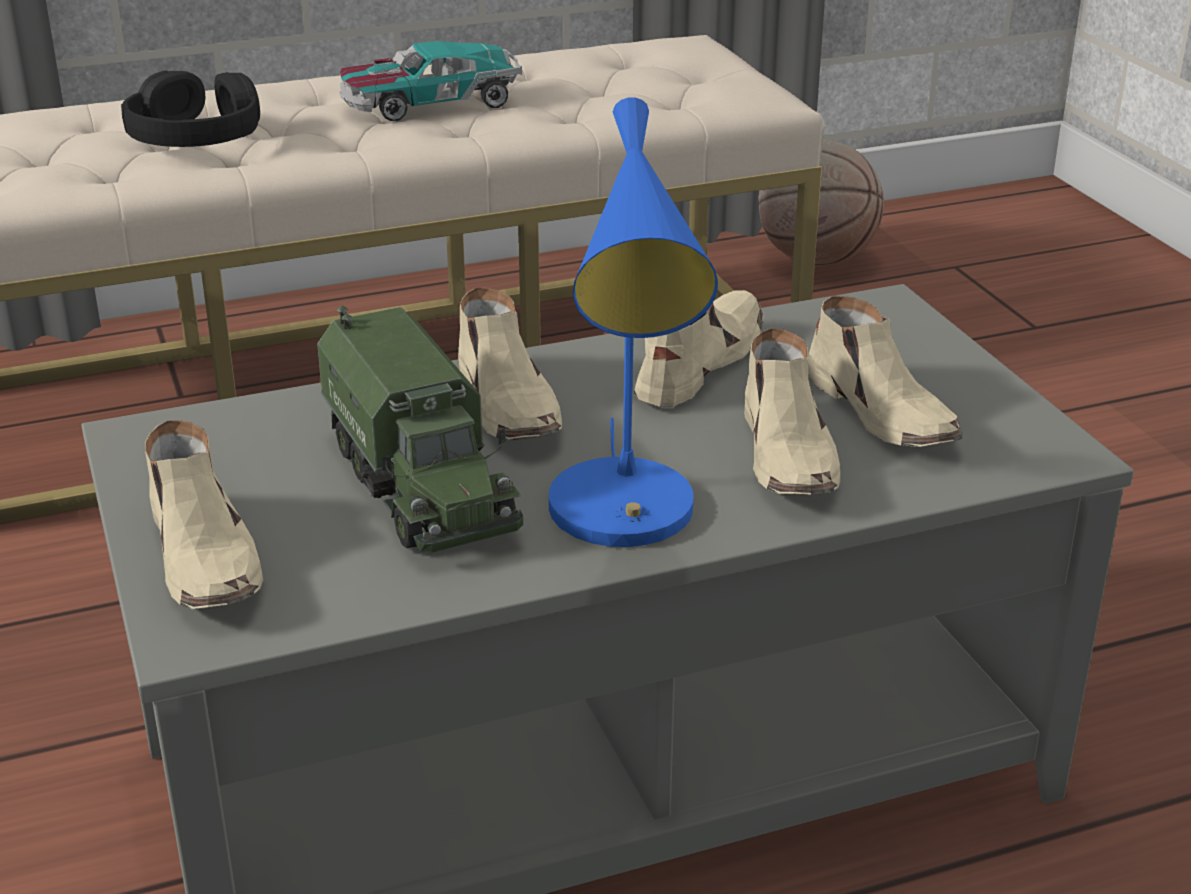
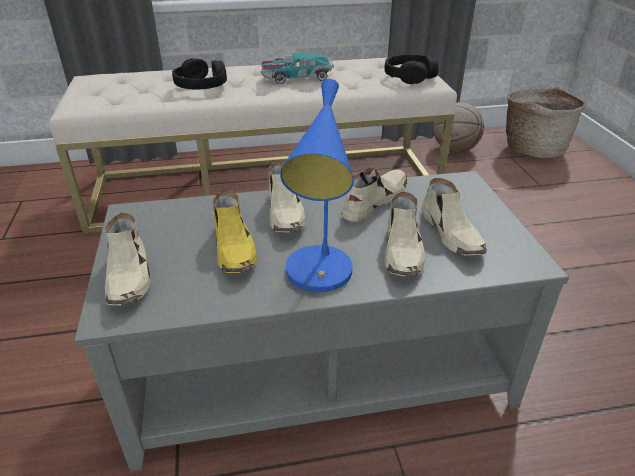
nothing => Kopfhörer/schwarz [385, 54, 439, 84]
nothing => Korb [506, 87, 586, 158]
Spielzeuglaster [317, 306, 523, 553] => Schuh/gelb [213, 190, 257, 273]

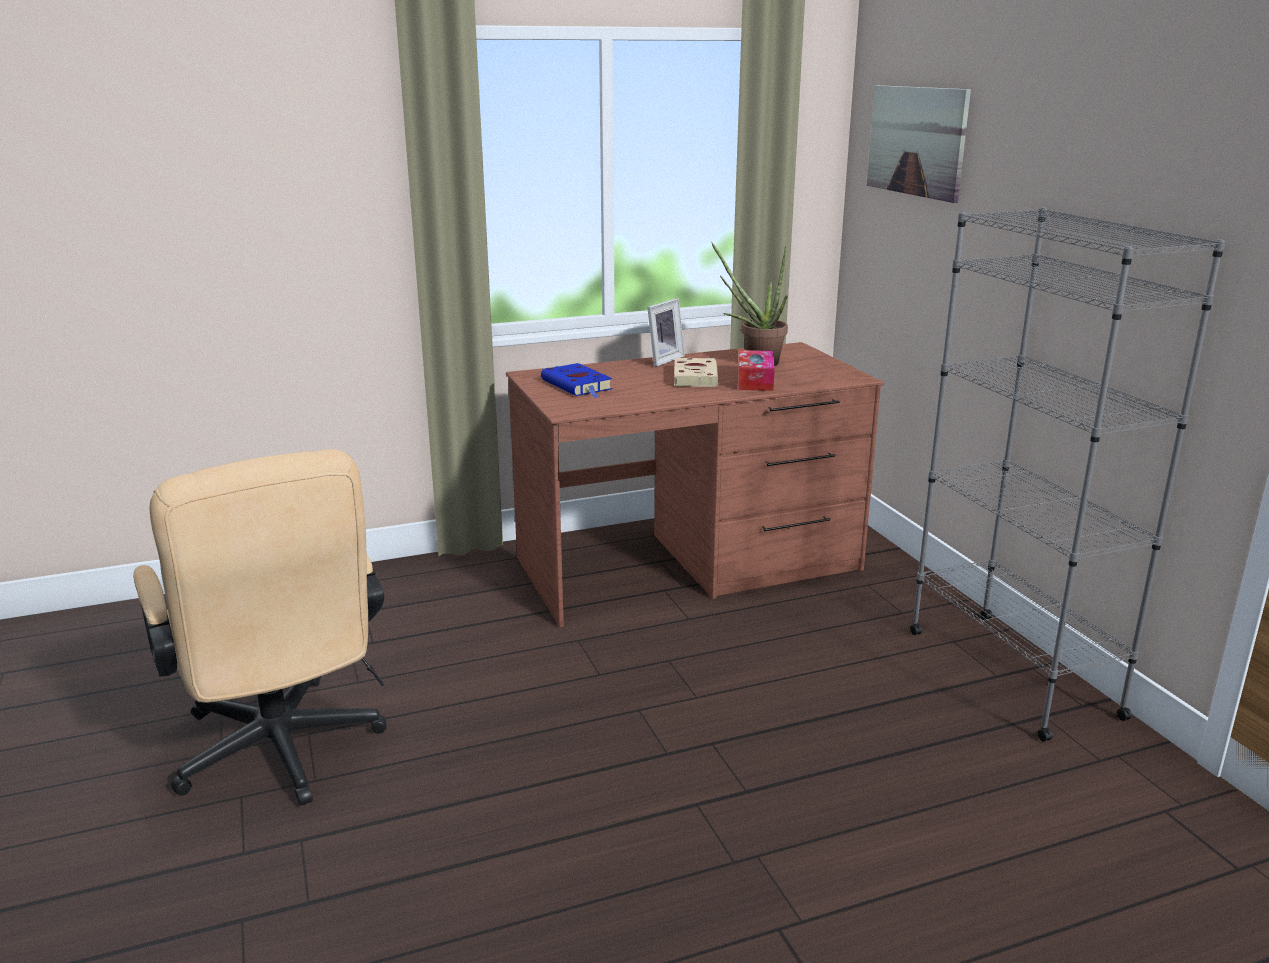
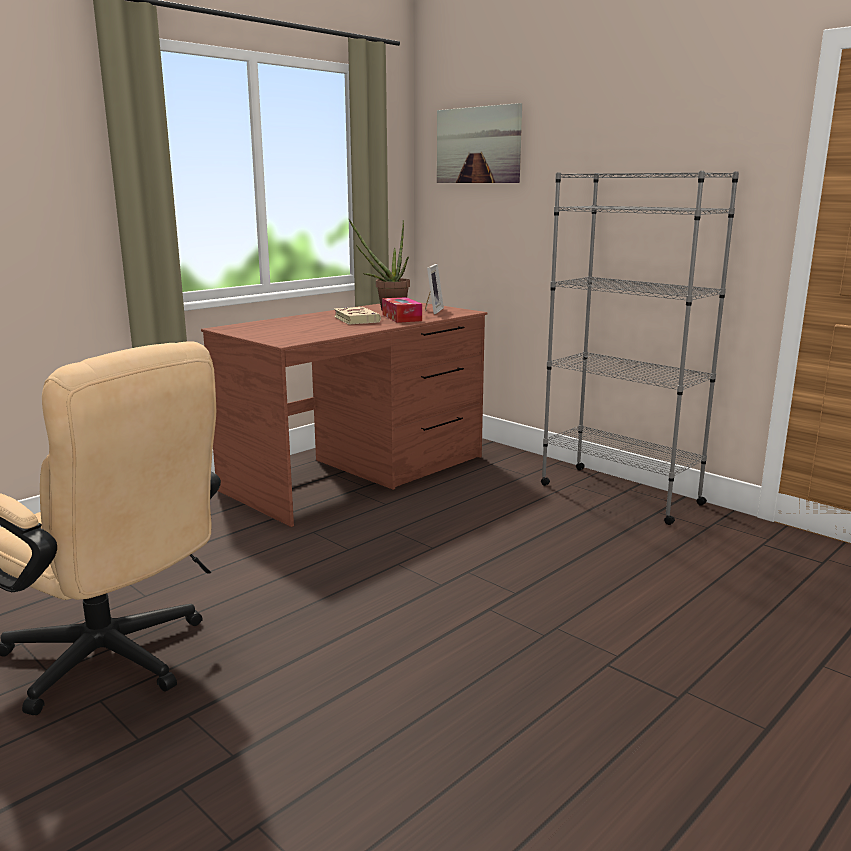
Buch/blau [541, 363, 612, 398] => nothing
Bilderrahmen [647, 298, 685, 367] => Bilderrahmen [425, 264, 444, 314], relocated

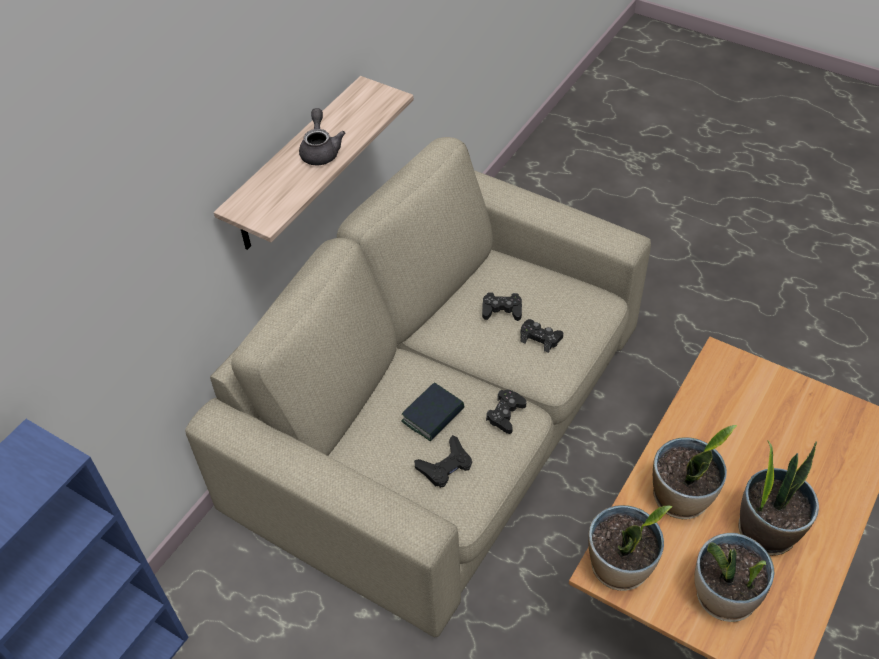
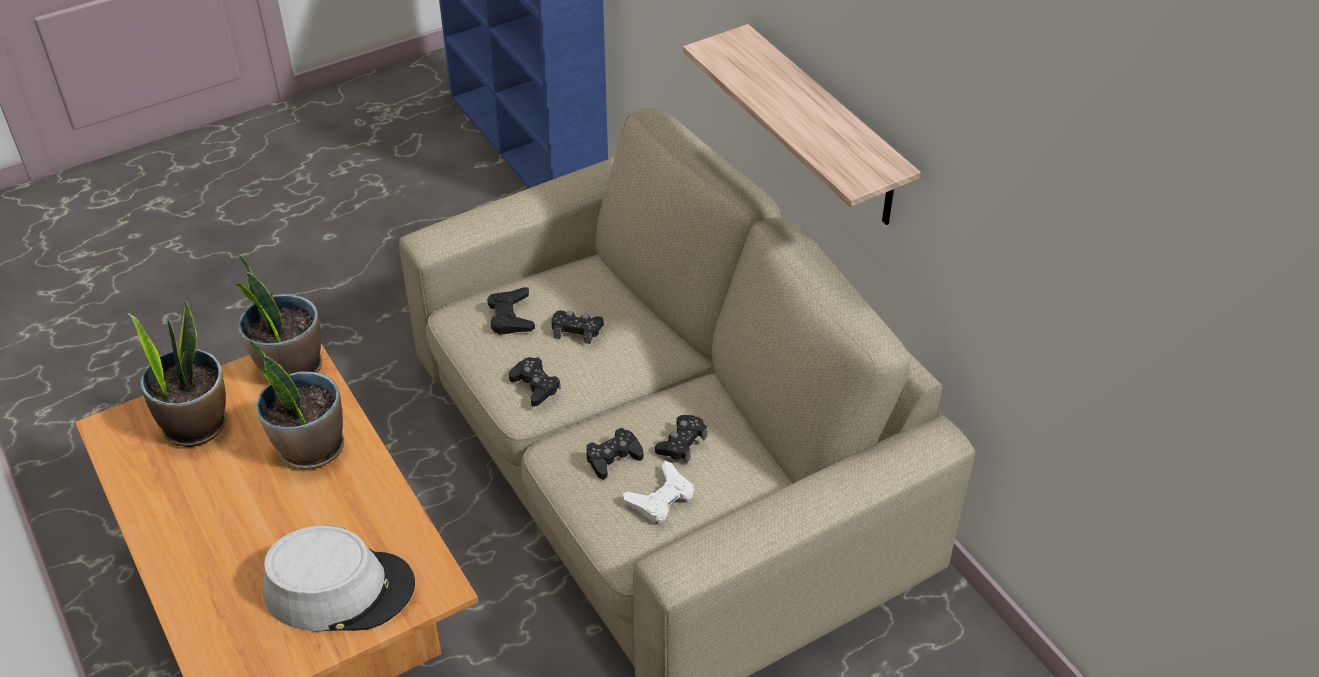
Teekanne/grau [299, 108, 345, 165] => nothing
Topfpflanze [738, 440, 819, 556] => nothing
nothing => Hut/grau [263, 525, 415, 632]
nothing => Gamepad/weiß [623, 461, 694, 523]
Buch [401, 382, 464, 442] => Gamepad/schwarz [552, 310, 604, 344]

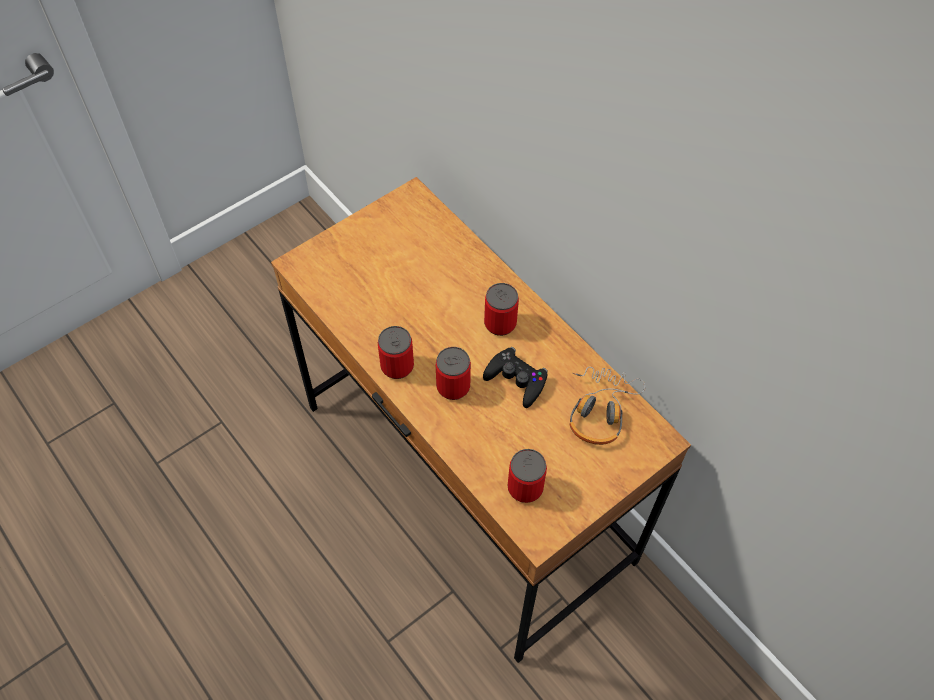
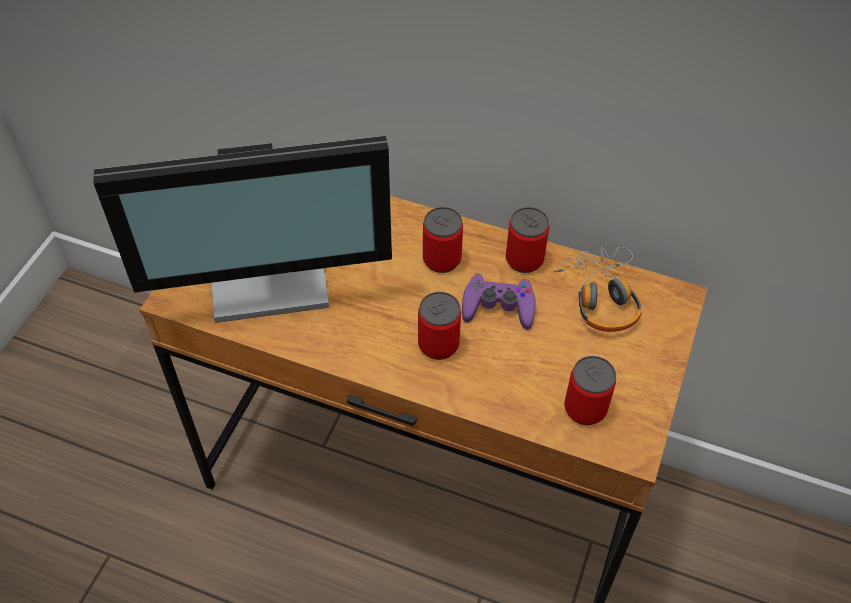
nothing => Monitor [93, 136, 392, 323]
Dose [378, 326, 414, 379] => Dose [506, 207, 549, 273], relocated
Gamepad/schwarz [483, 347, 548, 408] => Gamepad/lila [462, 273, 536, 330]

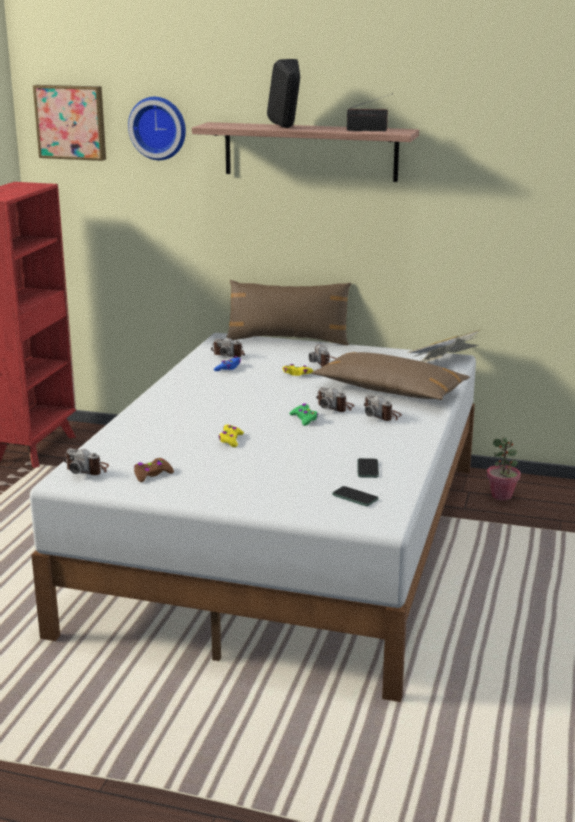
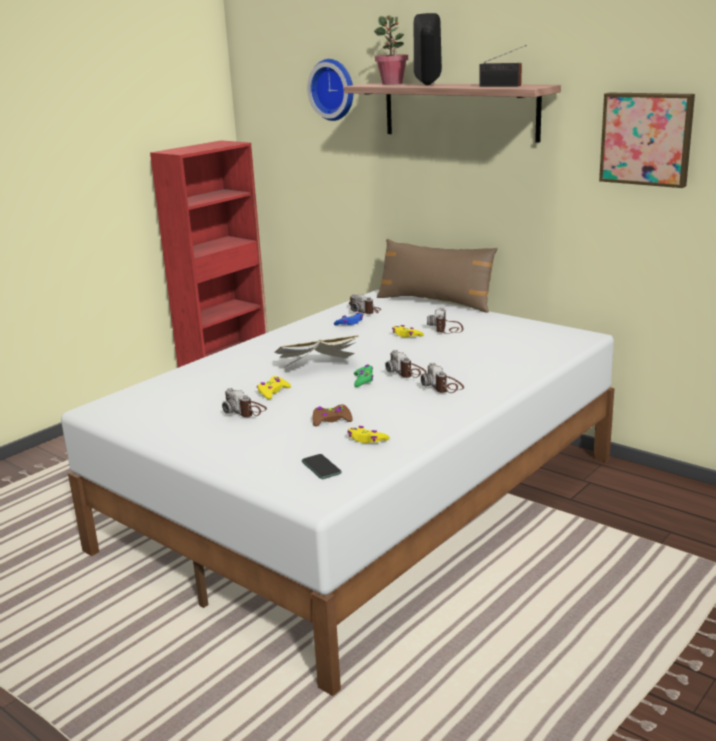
Kissen/braun [312, 352, 470, 400] => nothing
Bild [33, 85, 106, 161] => Bild [599, 93, 695, 188], relocated
Kamera [64, 448, 109, 475] => Kamera [222, 388, 267, 417], relocated
Gamepad/braun [134, 458, 174, 482] => Gamepad/braun [312, 405, 353, 426], relocated
Buch [407, 330, 480, 362] => Buch [274, 335, 359, 367], relocated
Topfpflanze [486, 437, 521, 501] => Topfpflanze [374, 15, 408, 85], relocated
Handy [357, 458, 379, 478] => Gamepad/gelb [347, 426, 389, 444]

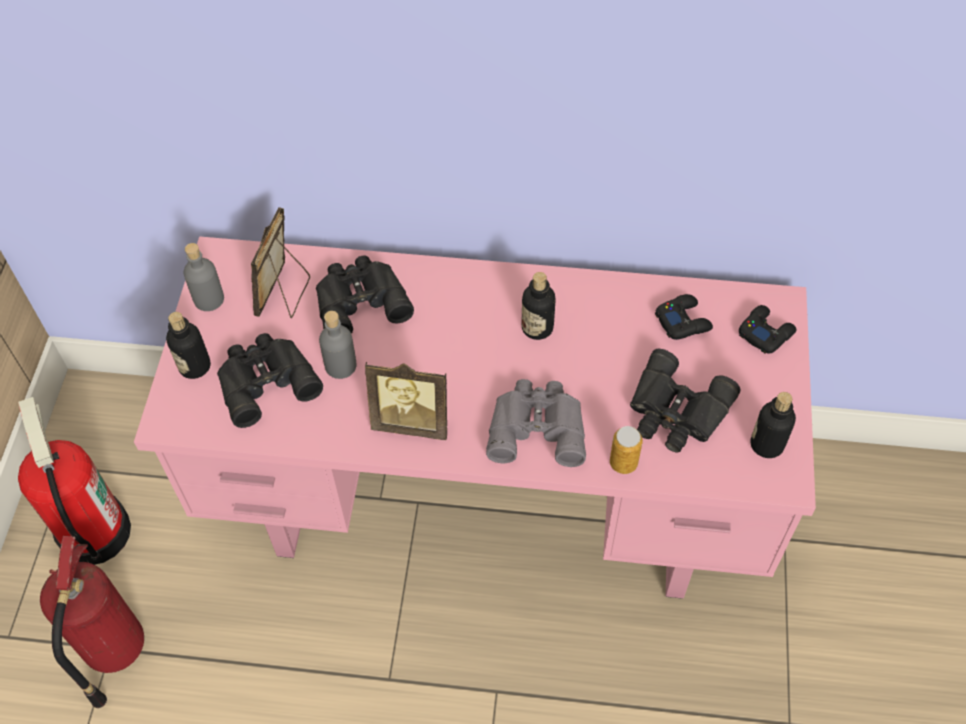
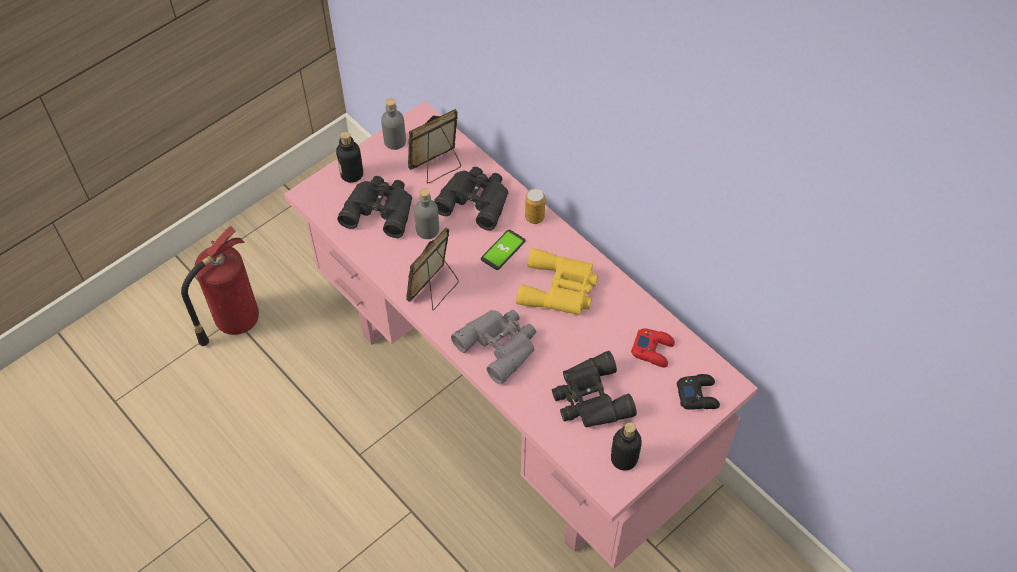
Feuerlöscher [18, 397, 131, 565] => nothing
nothing => Handy [481, 230, 525, 270]
Dose [610, 426, 643, 474] => Dose [525, 189, 545, 224], relocated
Flasche [522, 272, 556, 340] => Fernglas/gelb [516, 248, 598, 315]
Gamepad/schwarz [655, 294, 713, 340] => Gamepad/rot [631, 328, 675, 368]
Bilderrahmen [365, 362, 447, 440] => Bilderrahmen [406, 227, 459, 310], 75 degrees clockwise

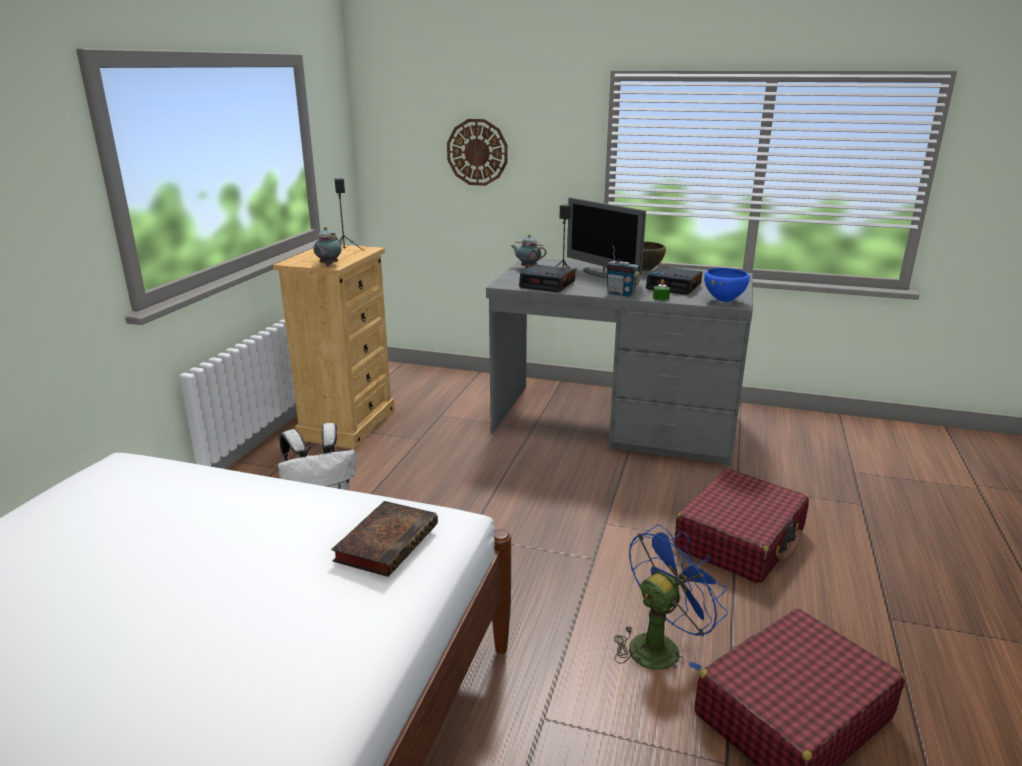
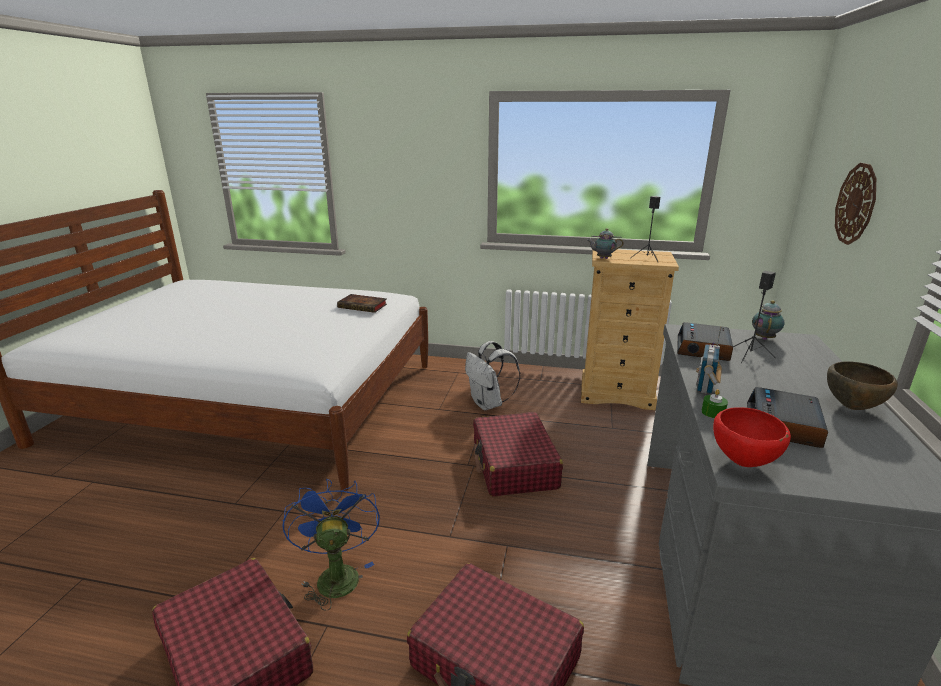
Monitor [567, 198, 646, 278] => nothing
nothing => Koffer/rot [473, 412, 563, 497]
Buch [331, 501, 438, 577] => Buch [337, 294, 387, 313], relocated
Schüssel/blau [704, 268, 750, 302] => Schüssel/rot [713, 407, 791, 467]
Ventilator/blau [614, 524, 728, 670] => Ventilator/blau [282, 478, 380, 611], 150 degrees counterclockwise

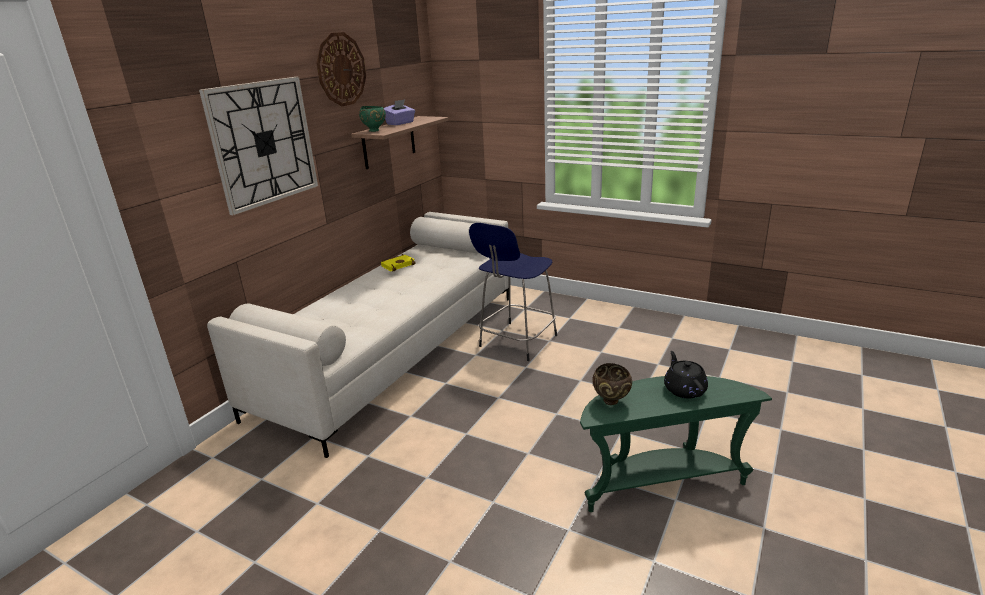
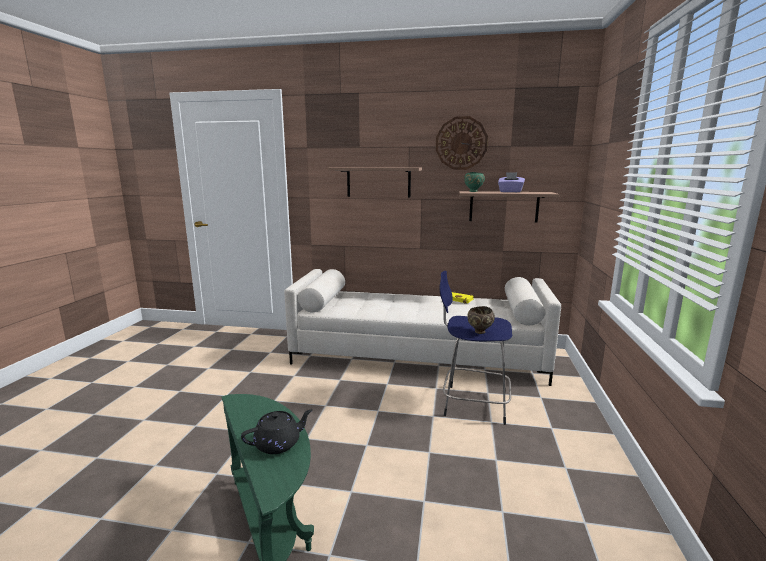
Schüssel/braun [592, 363, 632, 405] => Schüssel/braun [467, 306, 495, 334], relocated
Wanduhr [199, 77, 318, 215] => Wandregal [328, 168, 422, 197]

